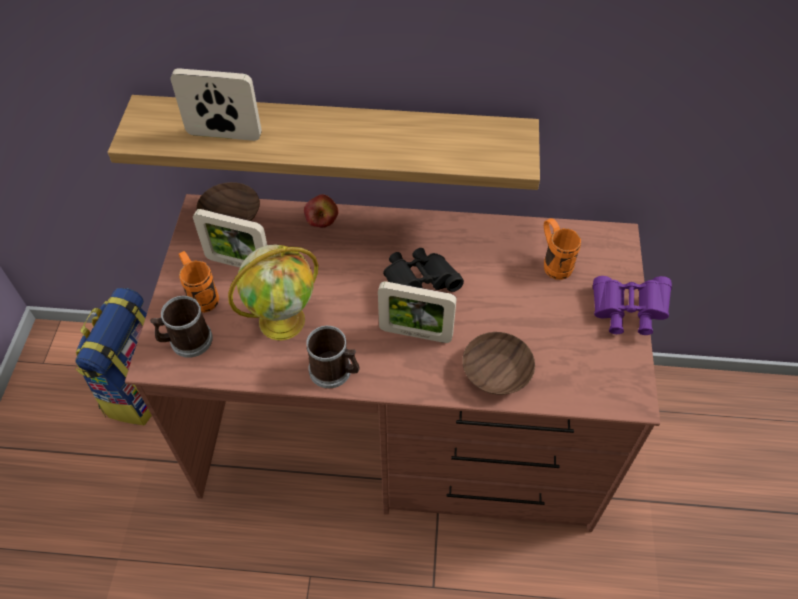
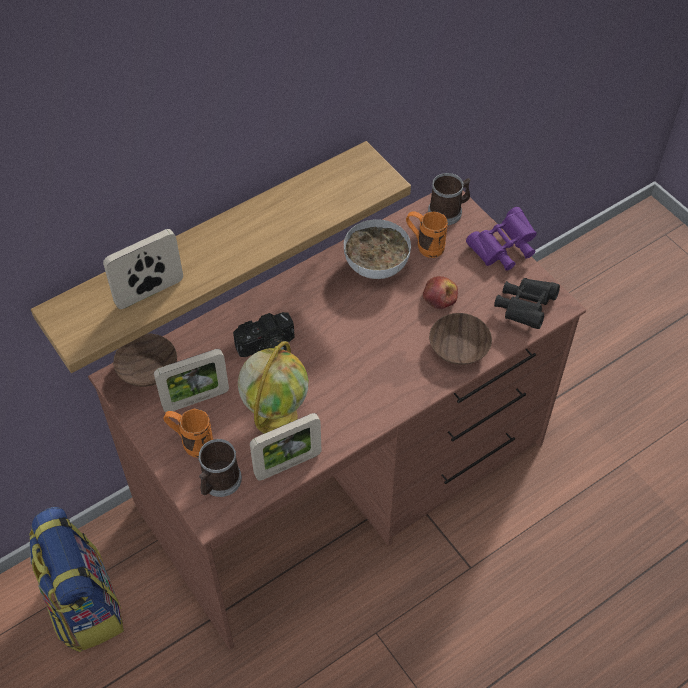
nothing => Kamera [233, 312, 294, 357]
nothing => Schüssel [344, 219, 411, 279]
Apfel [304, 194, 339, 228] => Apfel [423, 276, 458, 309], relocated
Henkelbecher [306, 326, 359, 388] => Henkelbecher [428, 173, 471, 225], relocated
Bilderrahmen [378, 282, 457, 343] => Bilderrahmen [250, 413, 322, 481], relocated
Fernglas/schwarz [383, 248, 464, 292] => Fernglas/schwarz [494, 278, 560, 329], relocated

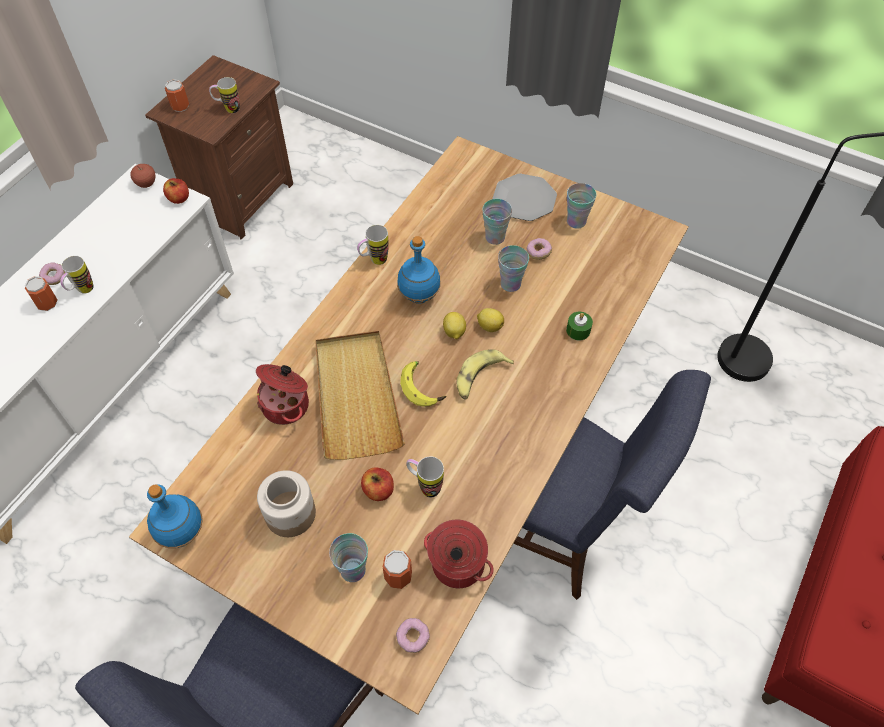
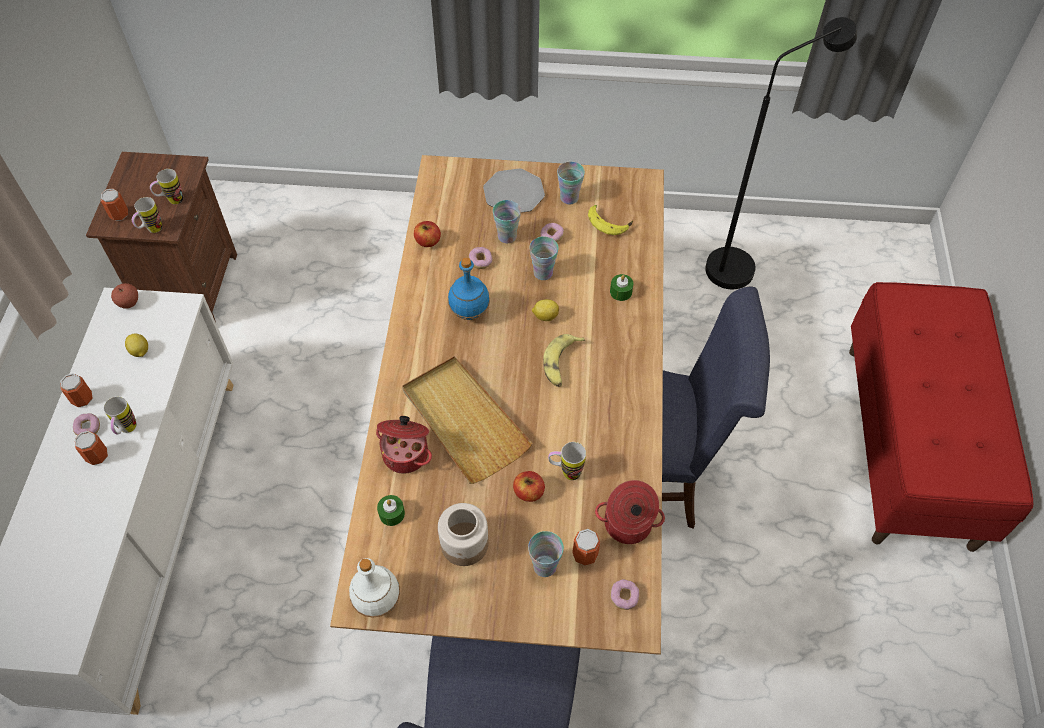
nothing => Dose [60, 373, 92, 407]
nothing => Kerze/grün [377, 495, 405, 526]
nothing => Donut [469, 247, 492, 269]
Apfel [163, 178, 189, 204] => Apfel [414, 221, 441, 247], relocated
Henkelbecher [357, 225, 389, 265] => Henkelbecher [132, 197, 162, 233], relocated
Banane [400, 361, 446, 407] => Banane [588, 205, 633, 235], relocated
Zitrone [443, 312, 466, 339] => Zitrone [125, 334, 148, 357], relocated
Flasche/blau [147, 485, 203, 548] => Flasche/weiß [349, 558, 400, 618]

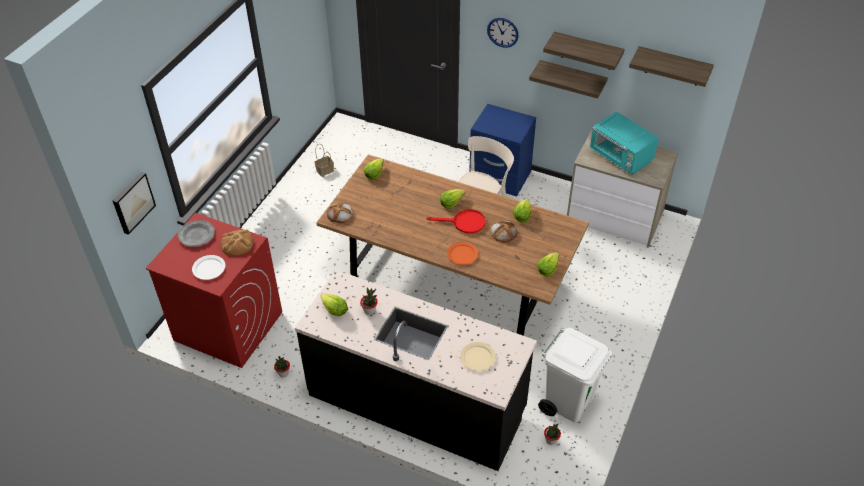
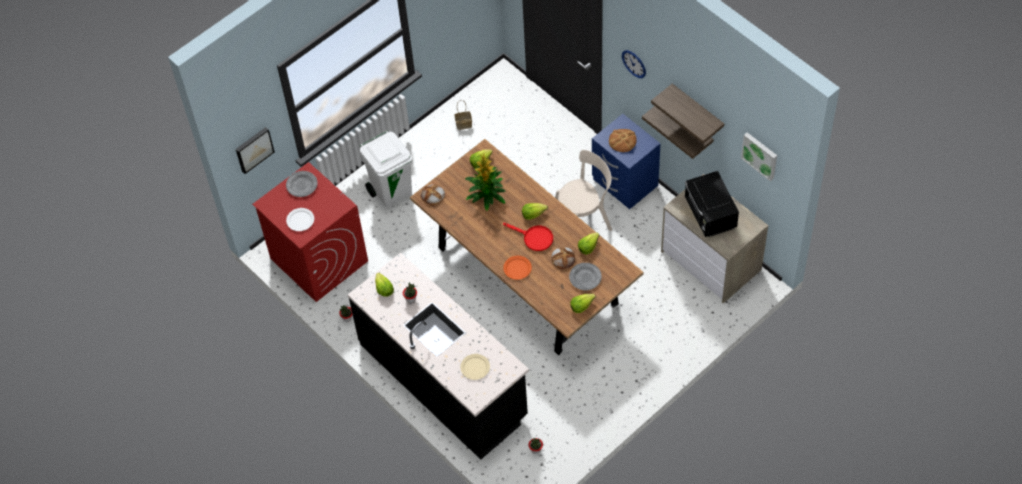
nothing => Topfpflanze [465, 154, 506, 211]
nothing => Teller/grau [569, 263, 602, 290]
Brot [221, 229, 254, 256] => Brot [609, 129, 637, 152], relocated
Mülleimer/weiß [538, 328, 612, 423] => Mülleimer/weiß [360, 130, 412, 208], relocated
Wandregal [629, 46, 714, 87] => Bild [741, 132, 777, 181]
Mikrowelle/türkis [590, 111, 659, 175] => Mikrowelle/schwarz [685, 171, 739, 237]

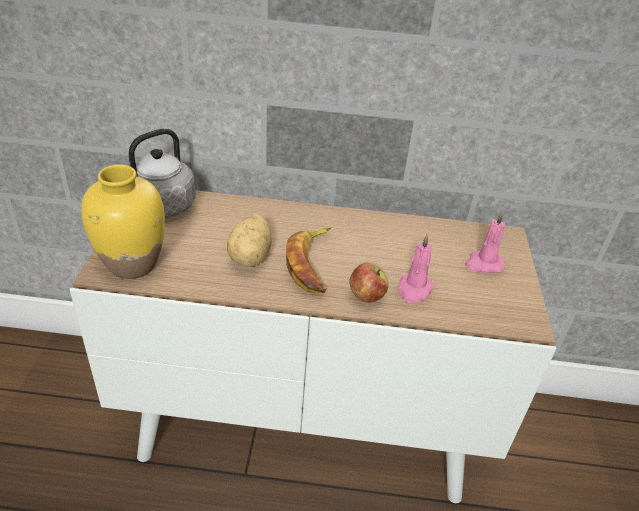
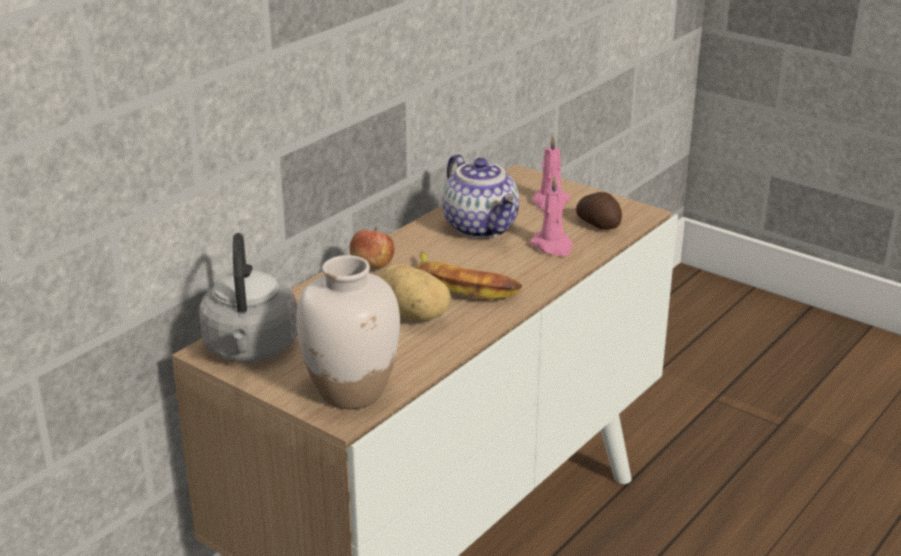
nothing => Teekanne [442, 154, 519, 239]
nothing => Kartoffel [576, 192, 622, 230]
Apfel [349, 263, 388, 303] => Apfel [349, 227, 395, 268], relocated
Vase/gelb [81, 165, 165, 279] => Vase/weiß [296, 255, 400, 409]

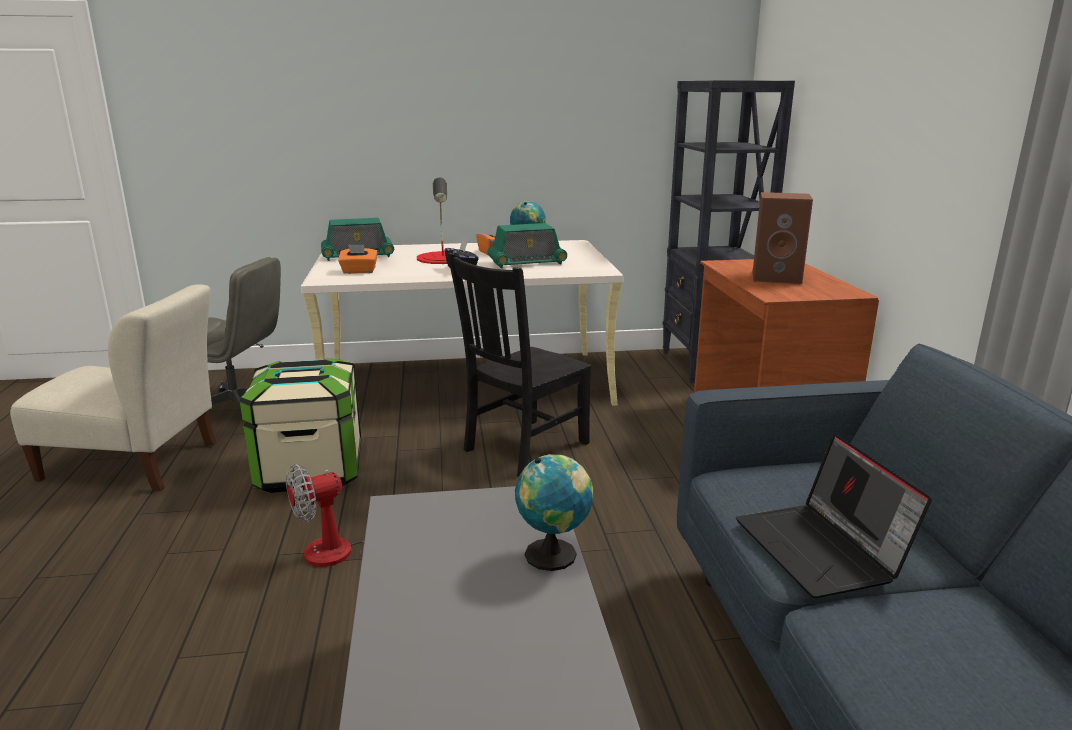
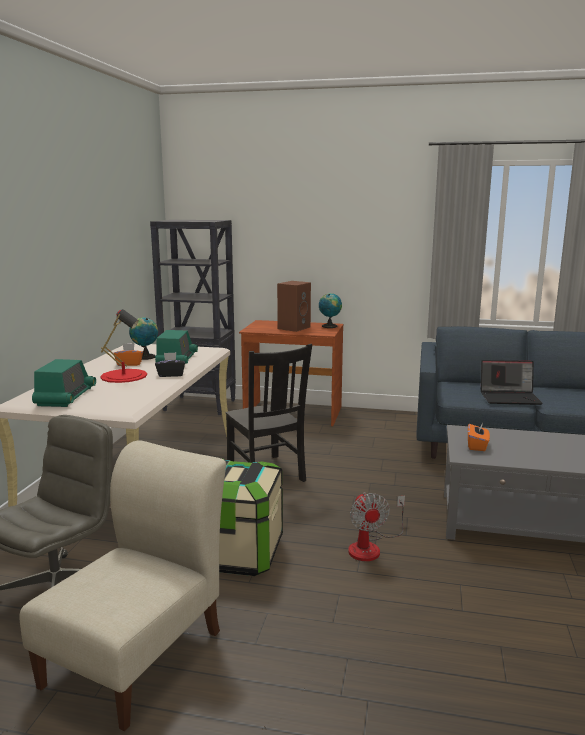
Taschentuchbox/orange [338, 244, 378, 274] => Taschentuchbox/orange [468, 422, 490, 451], relocated
Globus [515, 454, 593, 571] => Globus [319, 293, 342, 328], relocated

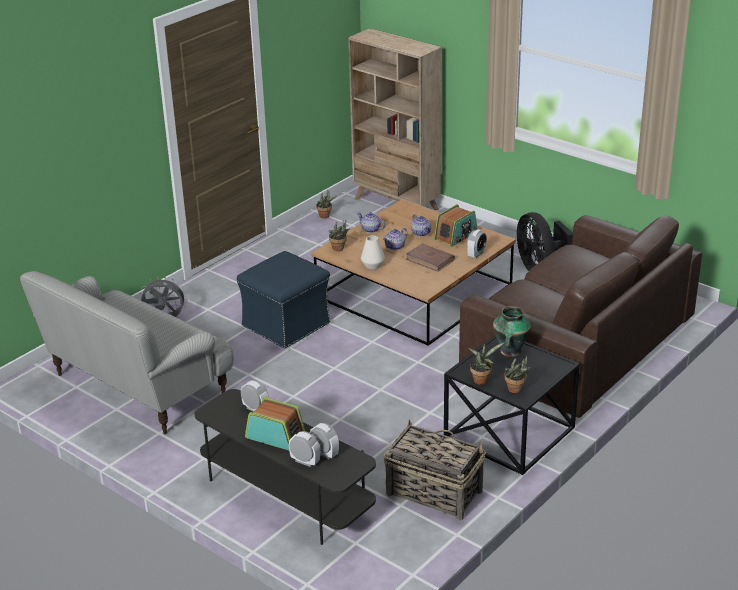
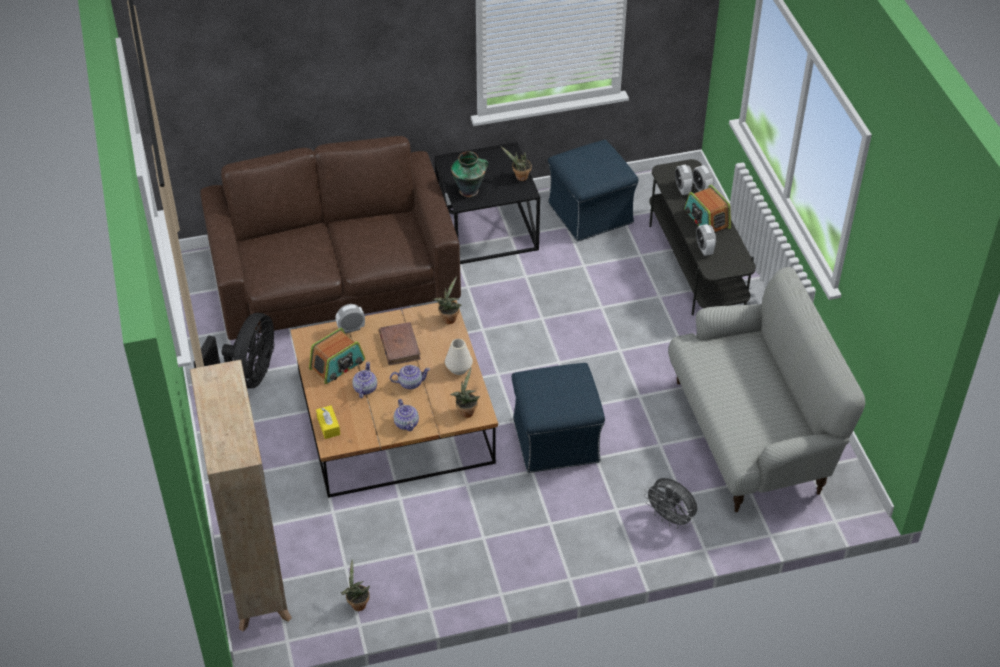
nothing => Taschentuchbox/gelb [316, 405, 340, 439]
Topfpflanze [504, 356, 531, 393] => Topfpflanze [433, 276, 462, 324], relocated
Korb [384, 419, 486, 521] => Polsterhocker/blau [548, 140, 639, 242]
Radio [434, 204, 478, 247] => Radio [309, 328, 365, 384], 150 degrees clockwise

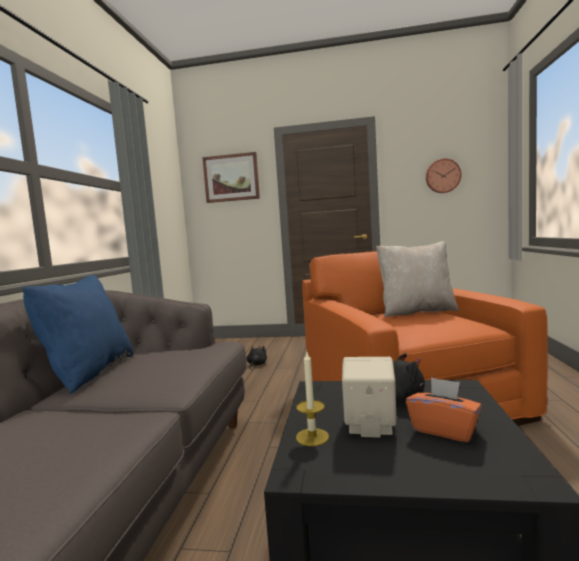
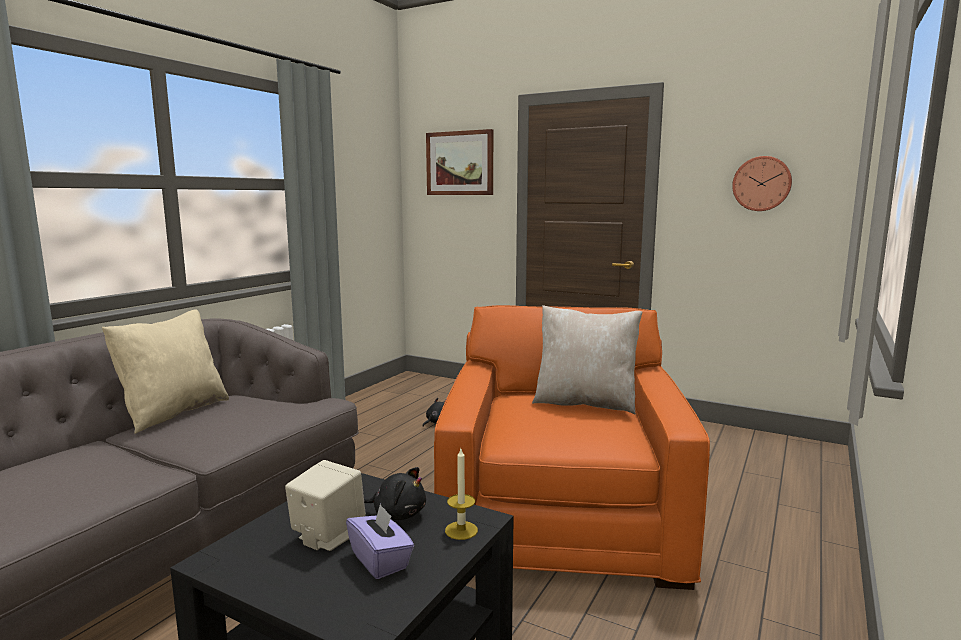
Kerze [296, 350, 329, 446] => Kerze [445, 449, 478, 540], relocated
Kissen/blau [22, 275, 134, 394] => Kissen/beige [102, 310, 229, 434]
Taschentuchbox/orange [406, 377, 482, 442] => Taschentuchbox/lila [346, 503, 414, 579]

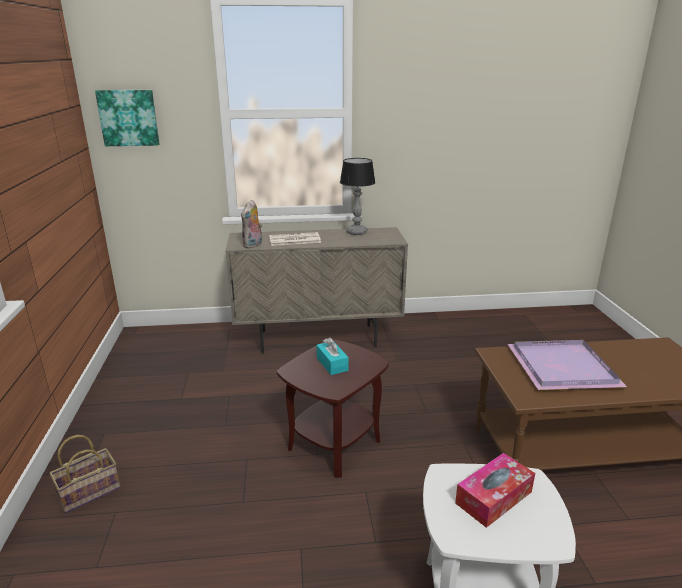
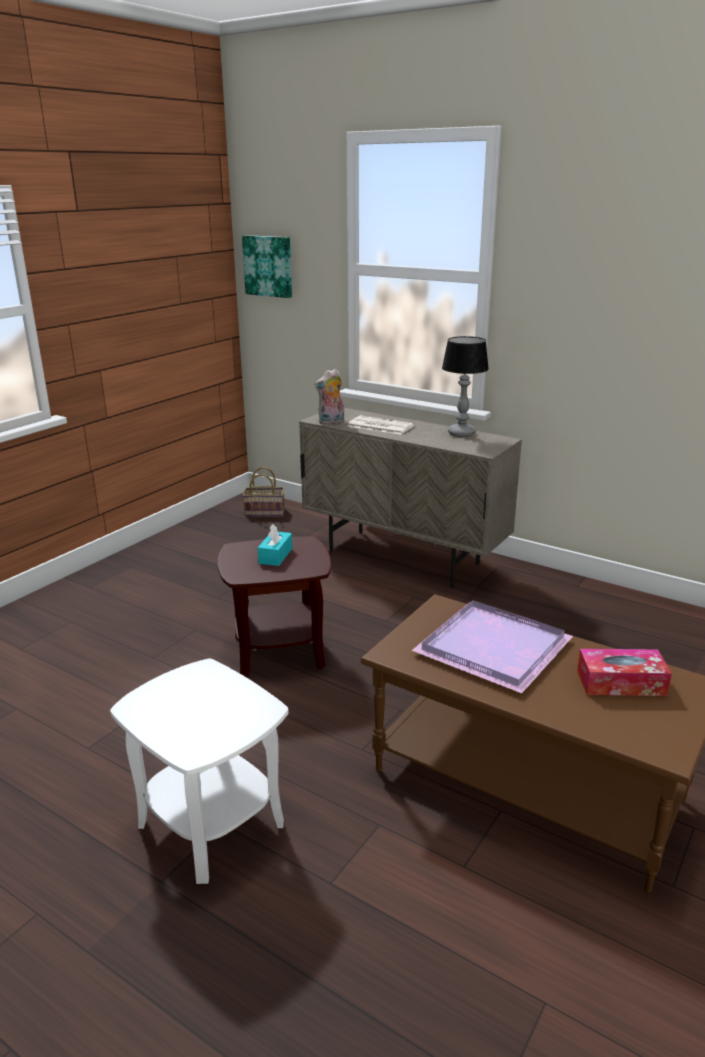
Korb [50, 435, 120, 513] => Korb [243, 467, 285, 516], relocated
Taschentuchbox [455, 453, 535, 528] => Taschentuchbox [577, 649, 672, 696], relocated

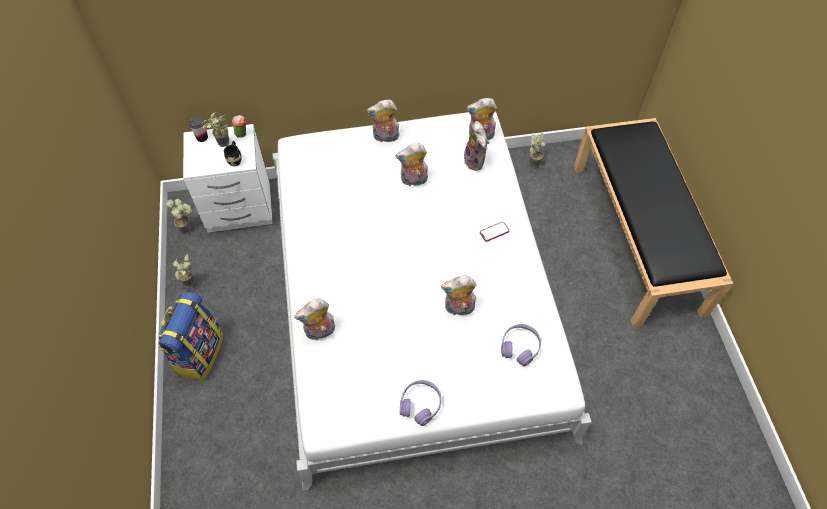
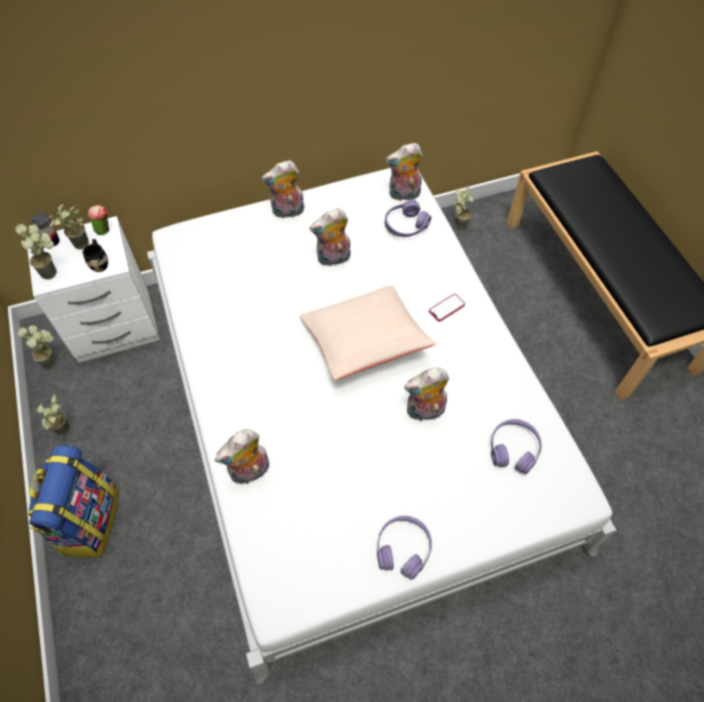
nothing => Topfpflanze [15, 224, 57, 280]
nothing => Kissen/beige [300, 285, 436, 380]
Plüschtier [464, 121, 489, 171] => Kopfhörer/lila [385, 199, 431, 237]

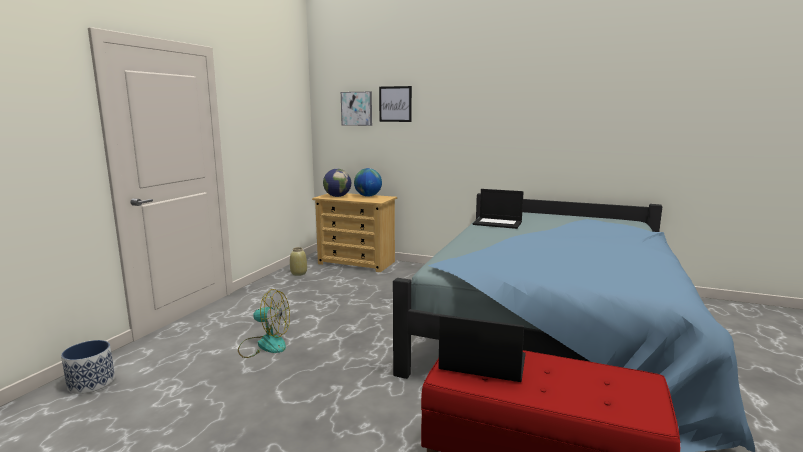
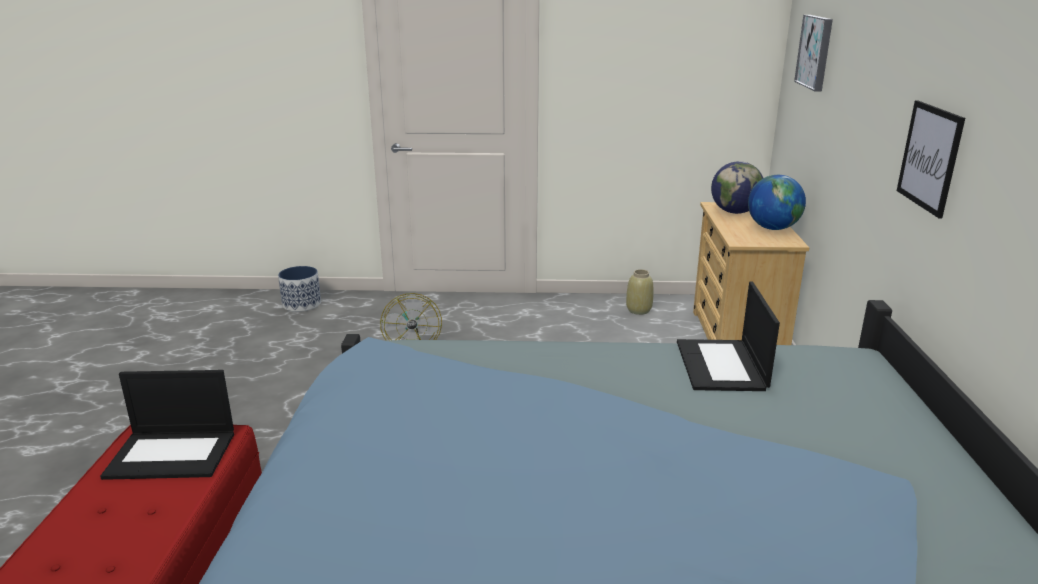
Bild [379, 86, 412, 122] => Bild [897, 100, 965, 218], relocated
Laptop [439, 315, 526, 382] => Laptop [100, 370, 234, 480], 90 degrees clockwise

